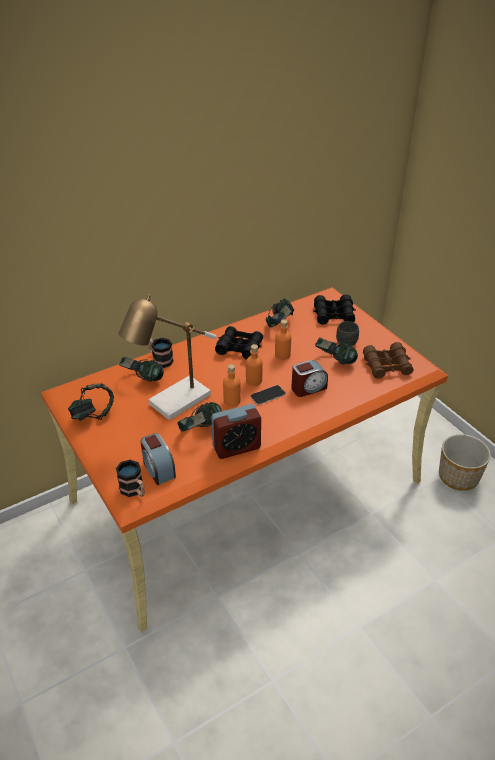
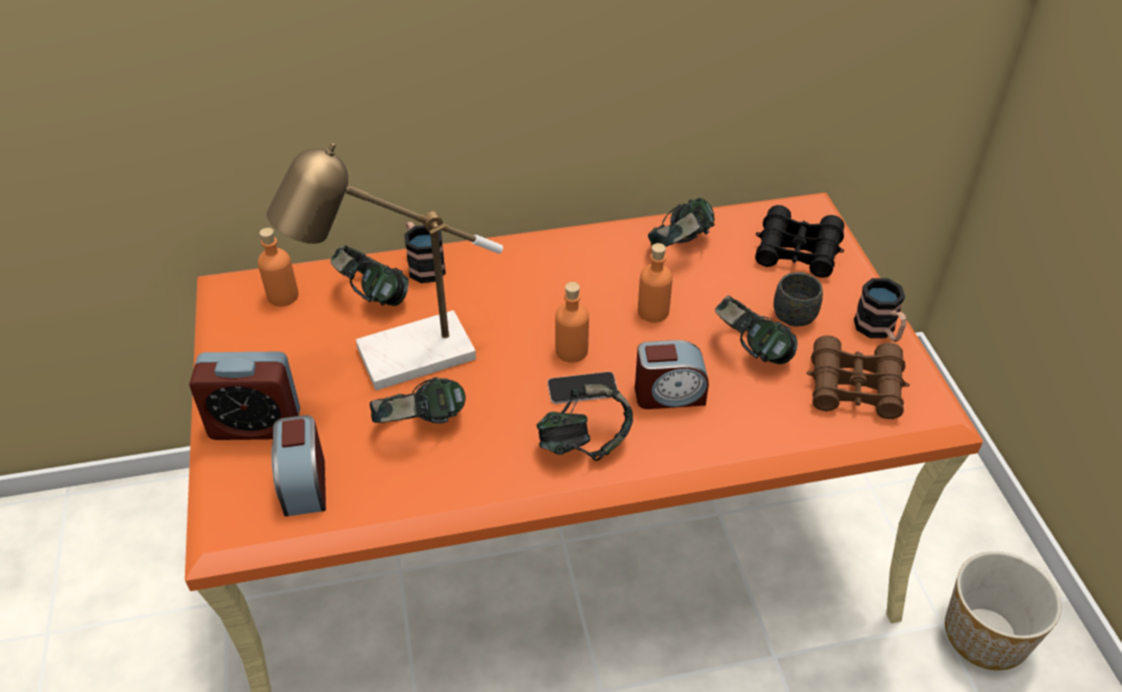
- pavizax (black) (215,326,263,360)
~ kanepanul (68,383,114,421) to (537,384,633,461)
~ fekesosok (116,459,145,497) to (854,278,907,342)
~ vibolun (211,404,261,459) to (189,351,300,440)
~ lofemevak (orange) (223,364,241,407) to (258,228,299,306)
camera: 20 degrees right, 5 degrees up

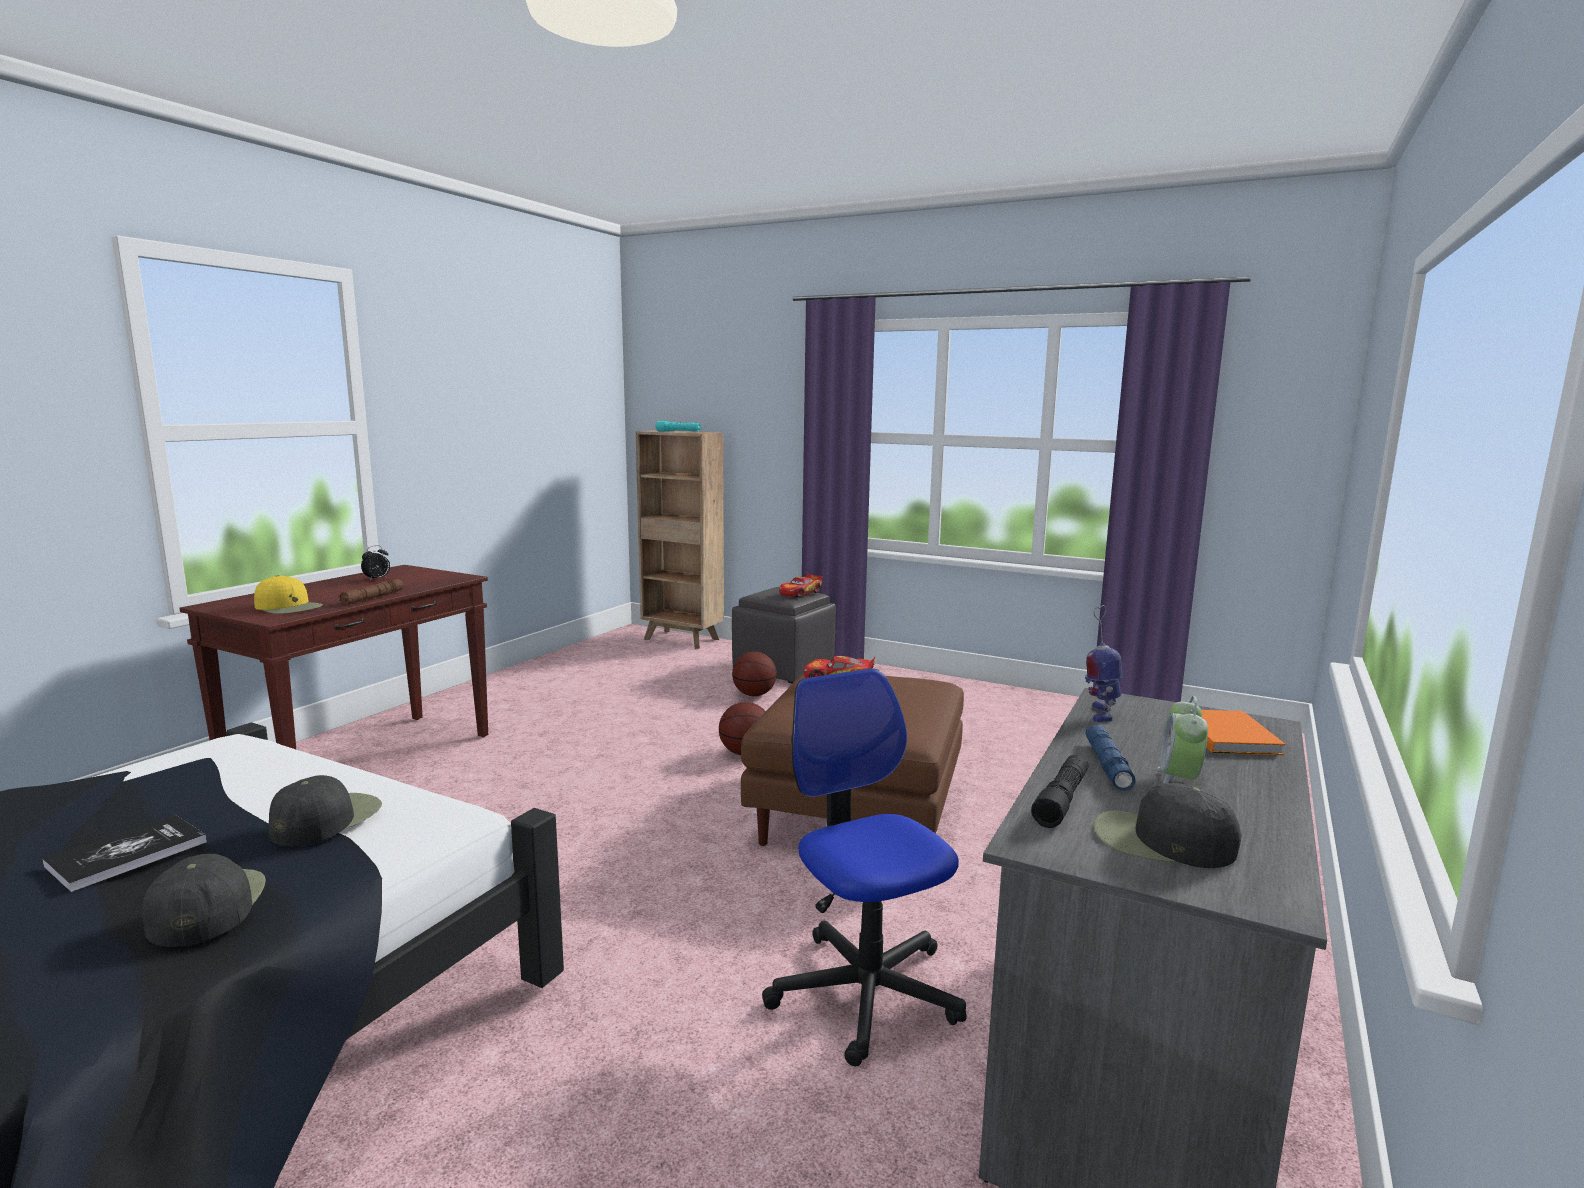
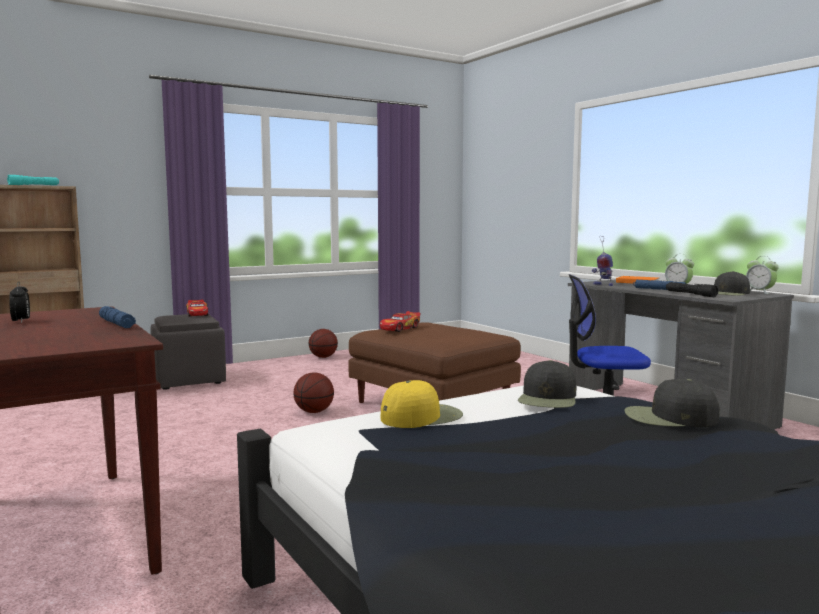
- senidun (43,815,207,892)
+ vibolun (746,256,779,294)
~ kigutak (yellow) (254,575,323,614) to (381,380,463,428)
~ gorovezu (732,652,777,696) to (309,329,338,358)
~ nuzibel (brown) (338,579,403,605) to nuzibel (blue) (99,306,136,328)
~ kigutak (black) (269,775,382,846) = (518,360,576,408) 120 degrees counterclockwise
camera: 60 degrees left, 5 degrees down

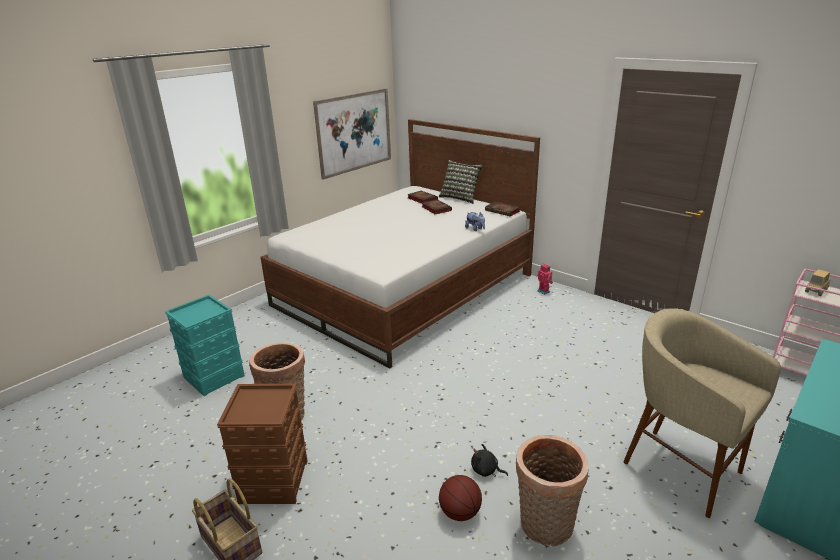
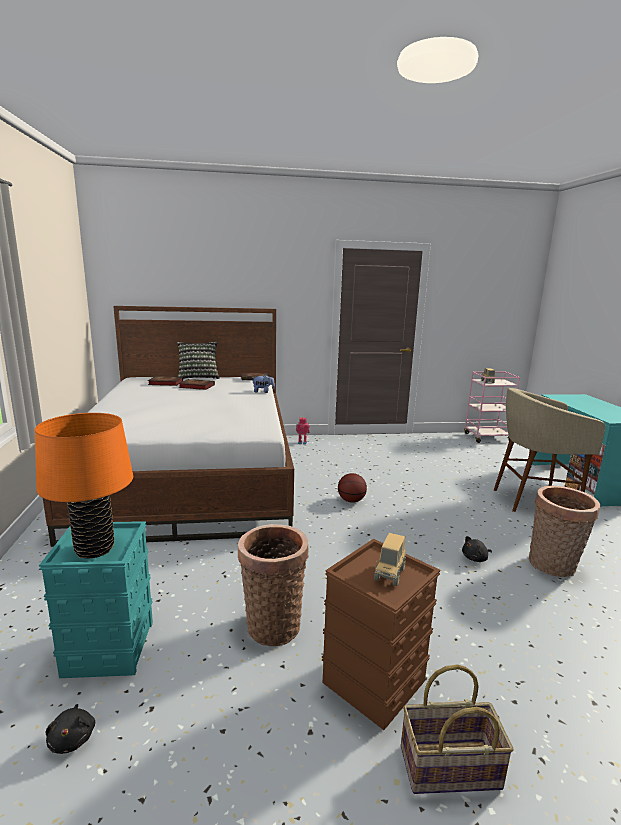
- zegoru (313,88,391,180)
+ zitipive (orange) (35,413,133,559)
+ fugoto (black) (45,704,95,754)
+ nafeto (374,533,406,586)
~ gorovezu (439,475,482,521) to (338,473,367,503)
camera: 50 degrees left, 10 degrees down

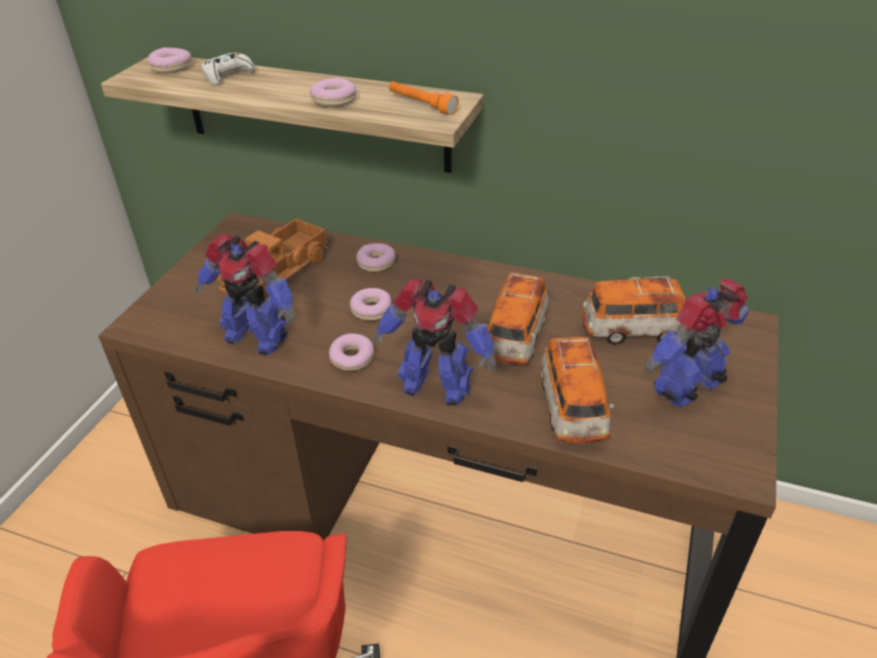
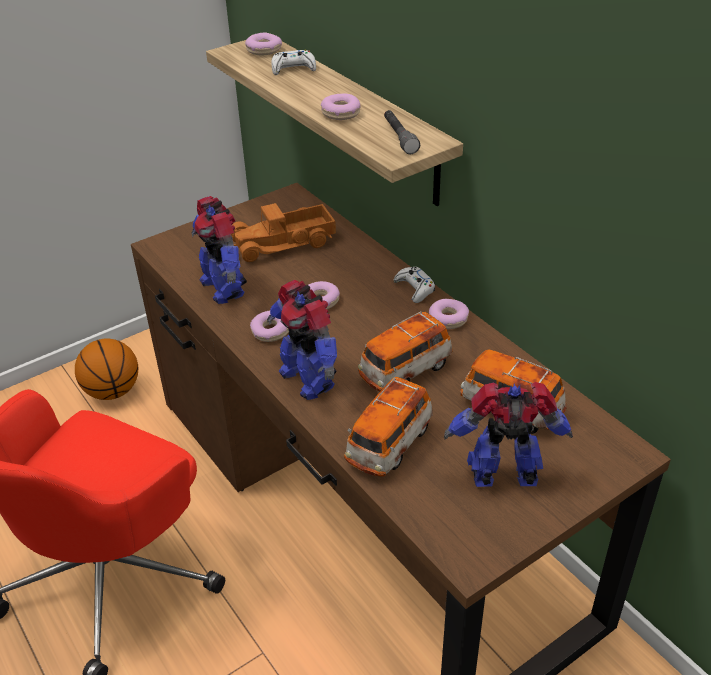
+ gorovezu (75,339,138,400)
+ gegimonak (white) (394,267,435,303)
~ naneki (356,243,396,272) to (429,299,469,329)
~ nuzibel (orange) (389,81,459,115) to nuzibel (grey) (384,110,420,154)
camera: 35 degrees right, 0 degrees up

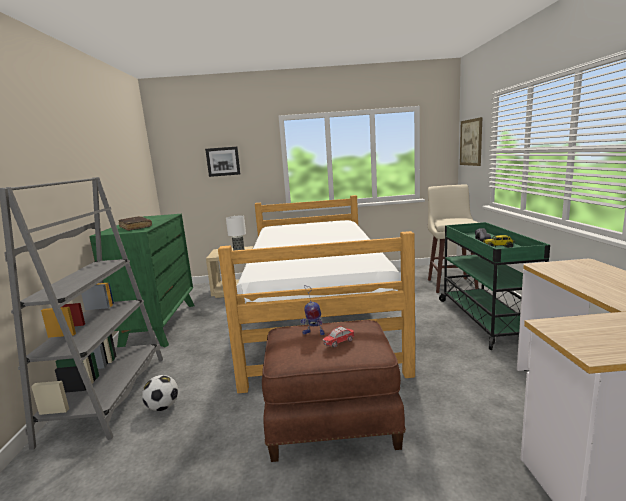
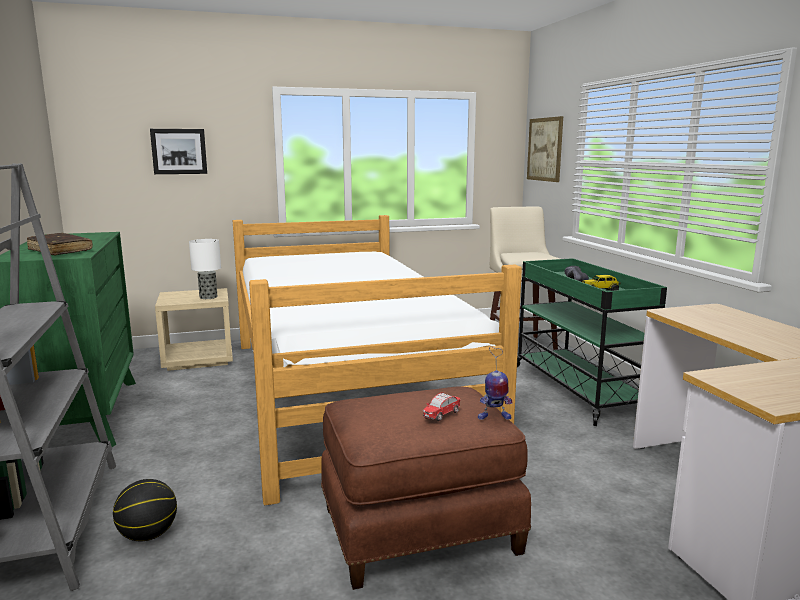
~ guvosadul (300,285,325,335) to (478,346,512,420)
~ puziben (142,375,178,411) to gorovezu (113,479,177,541)
camera: 15 degrees left, 0 degrees up

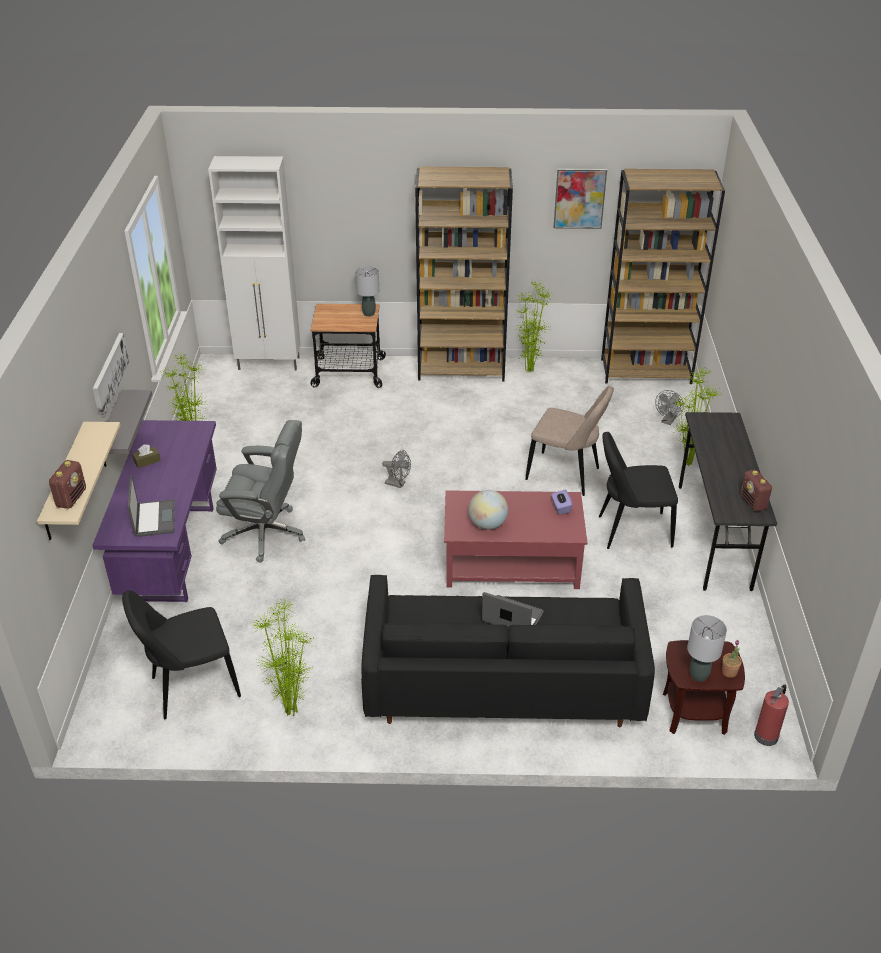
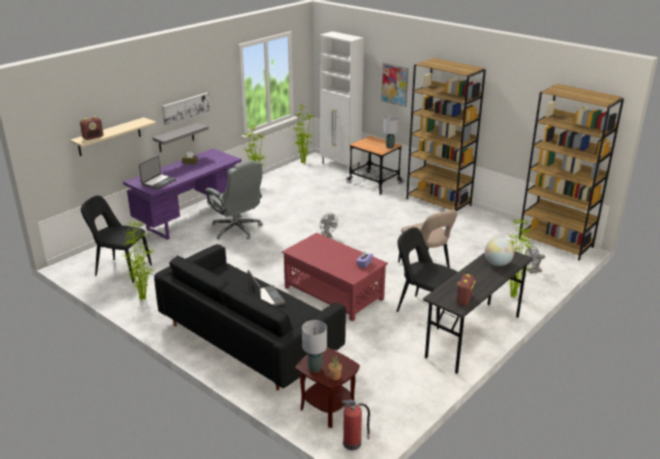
~ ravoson (468,490,508,530) to (485,237,514,266)
~ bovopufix (516,279,553,372) to (294,105,315,164)
~ zegoru (554,169,607,229) to (381,63,408,107)
camera: 40 degrees right, 10 degrees down

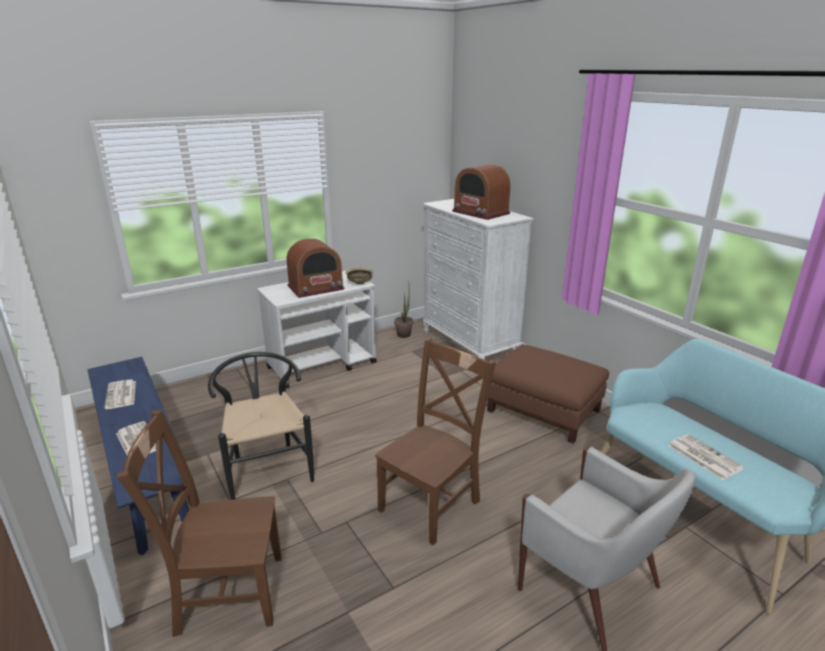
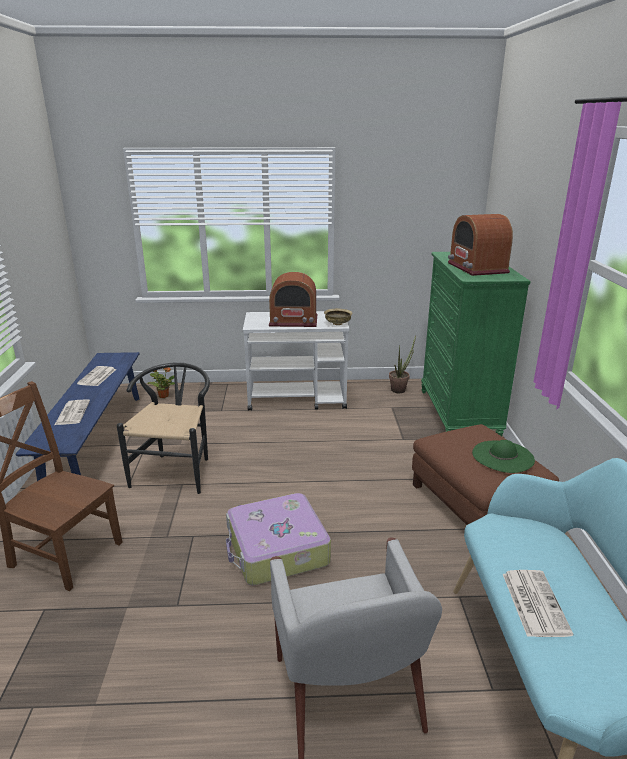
+ bovopufix (147,367,175,398)
+ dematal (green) (472,440,535,473)
~ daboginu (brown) (375,338,496,545) to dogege (226,493,331,585)
~ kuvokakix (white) (423,199,534,360) to kuvokakix (green) (421,252,531,436)
camera: 30 degrees right, 0 degrees up

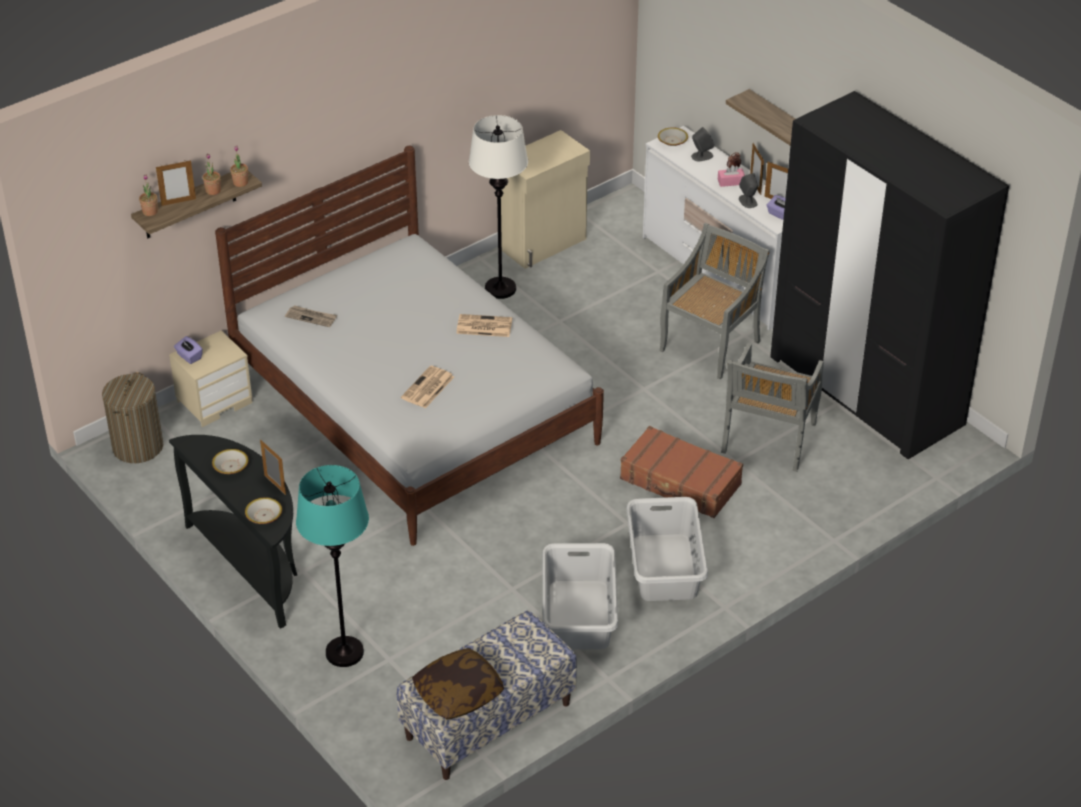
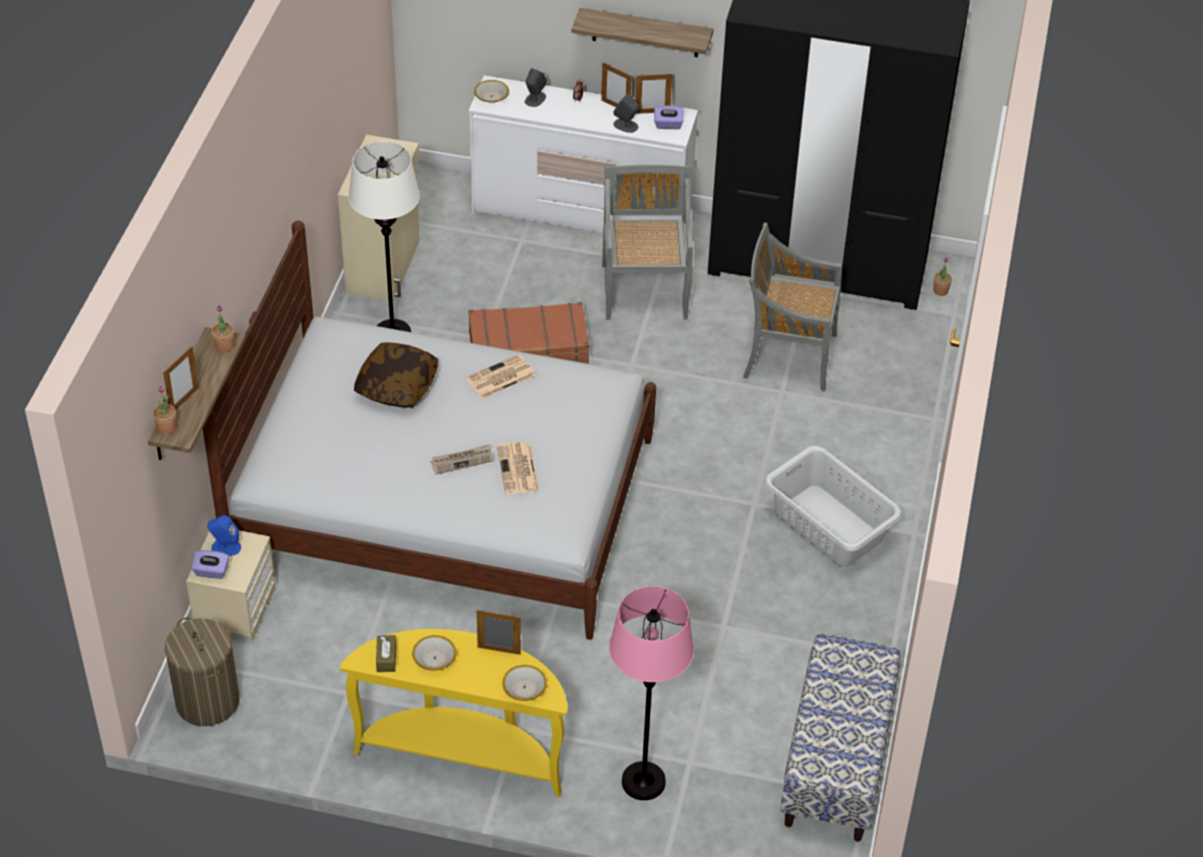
- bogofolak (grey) (542,543,618,650)
- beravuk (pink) (718,165,745,187)
+ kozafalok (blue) (207,515,241,556)
+ beravuk (brown) (376,635,396,672)
~ bovopufix (203,153,221,195) to (933,258,952,296)
~ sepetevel (285,305,337,327) to (431,444,493,475)
~ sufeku (412,648,504,720) to (354,342,438,408)
~ dogege (brown) (620,426,743,518) to (468,302,589,364)
~ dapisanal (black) (169,435,297,629) to dapisanal (yellow) (340,629,567,797)
~ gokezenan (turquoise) (296,465,369,667) to gokezenan (pink) (609,586,694,800)
~ daboginu (grey) (721,343,824,472) = (743,223,842,391) 120 degrees clockwise
camera: 40 degrees left, 5 degrees up

